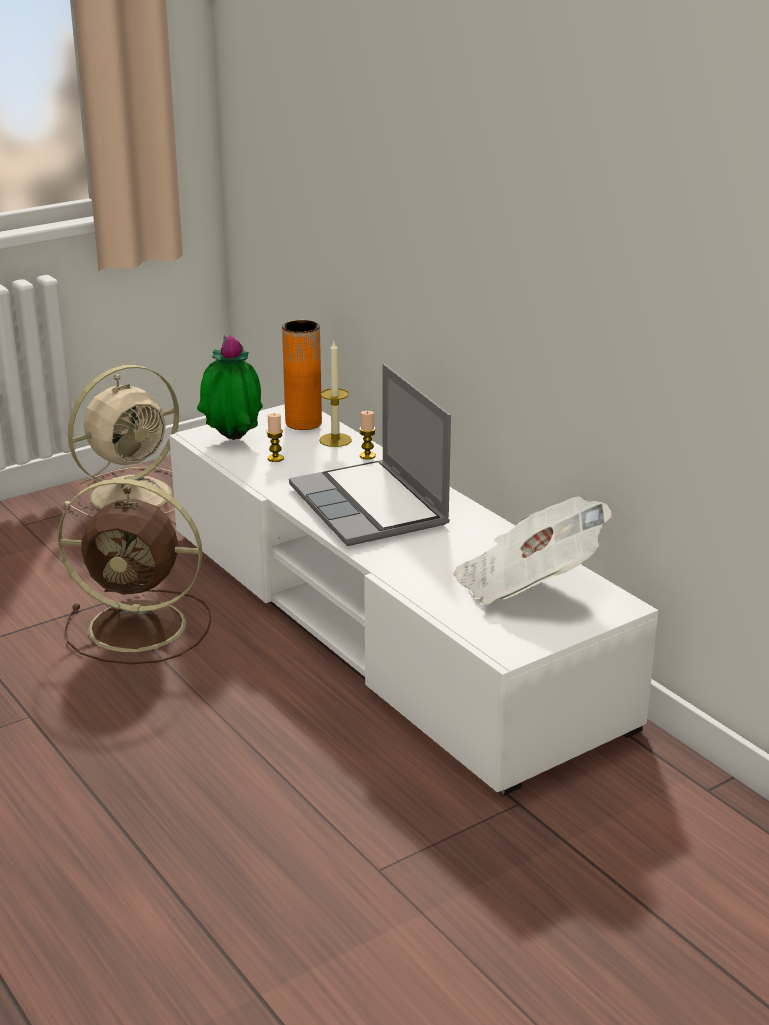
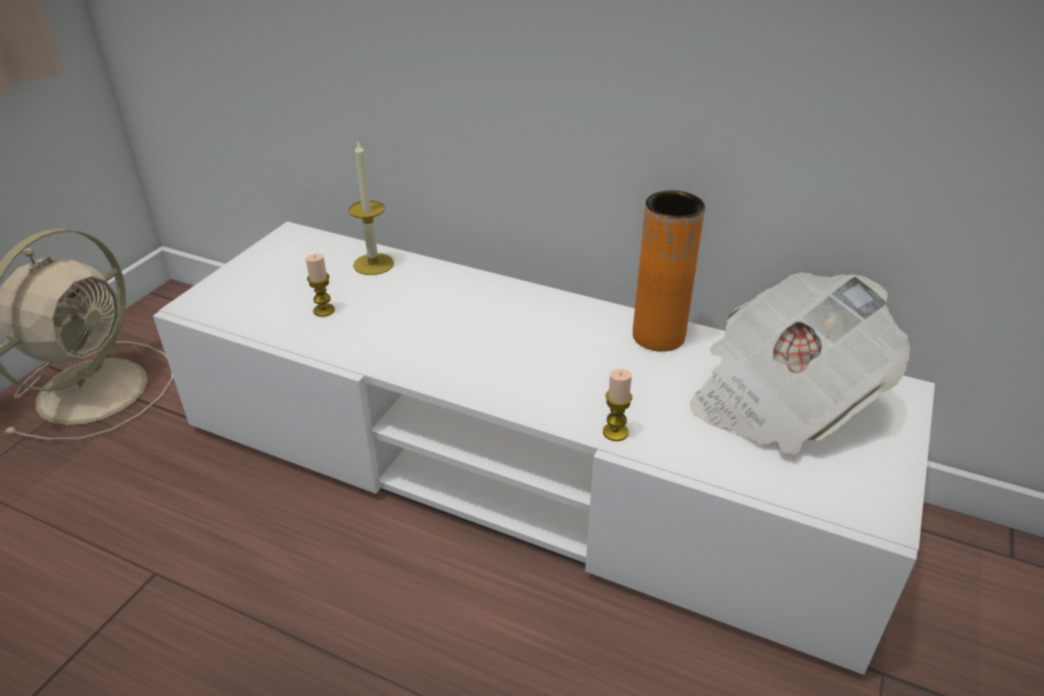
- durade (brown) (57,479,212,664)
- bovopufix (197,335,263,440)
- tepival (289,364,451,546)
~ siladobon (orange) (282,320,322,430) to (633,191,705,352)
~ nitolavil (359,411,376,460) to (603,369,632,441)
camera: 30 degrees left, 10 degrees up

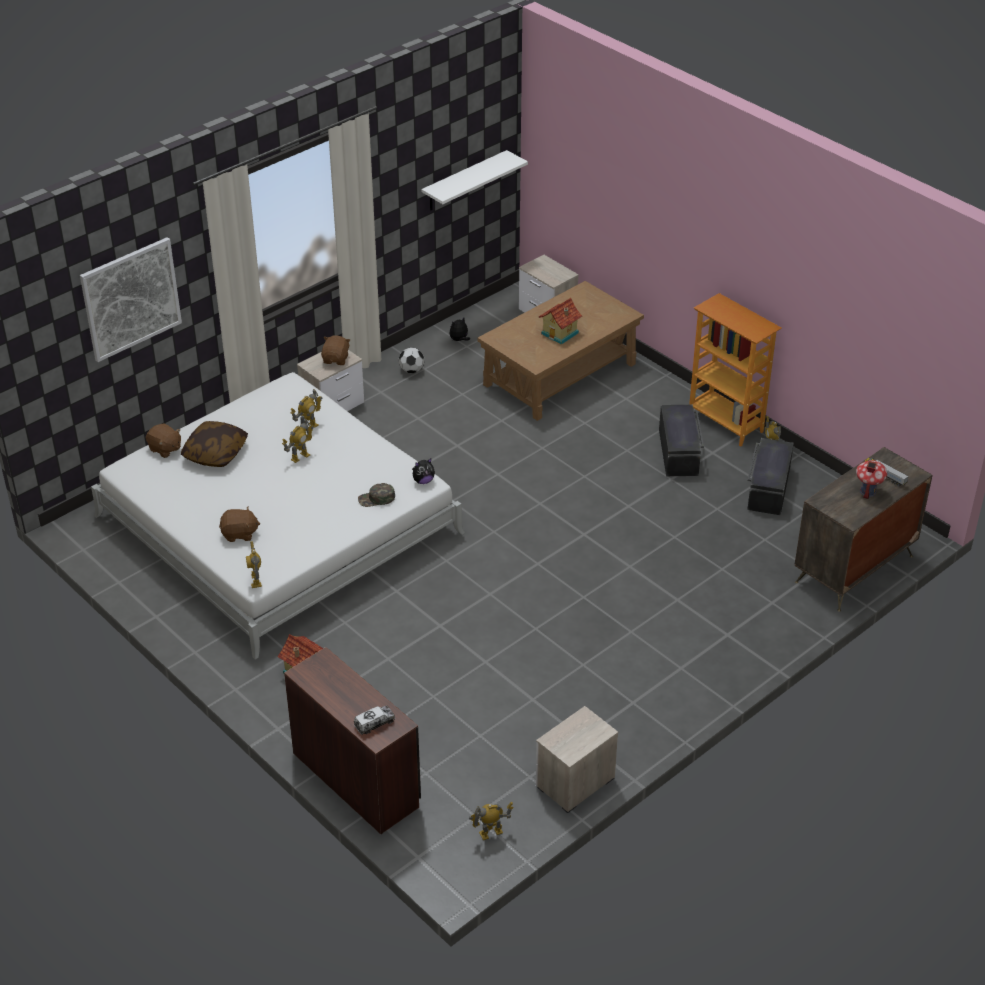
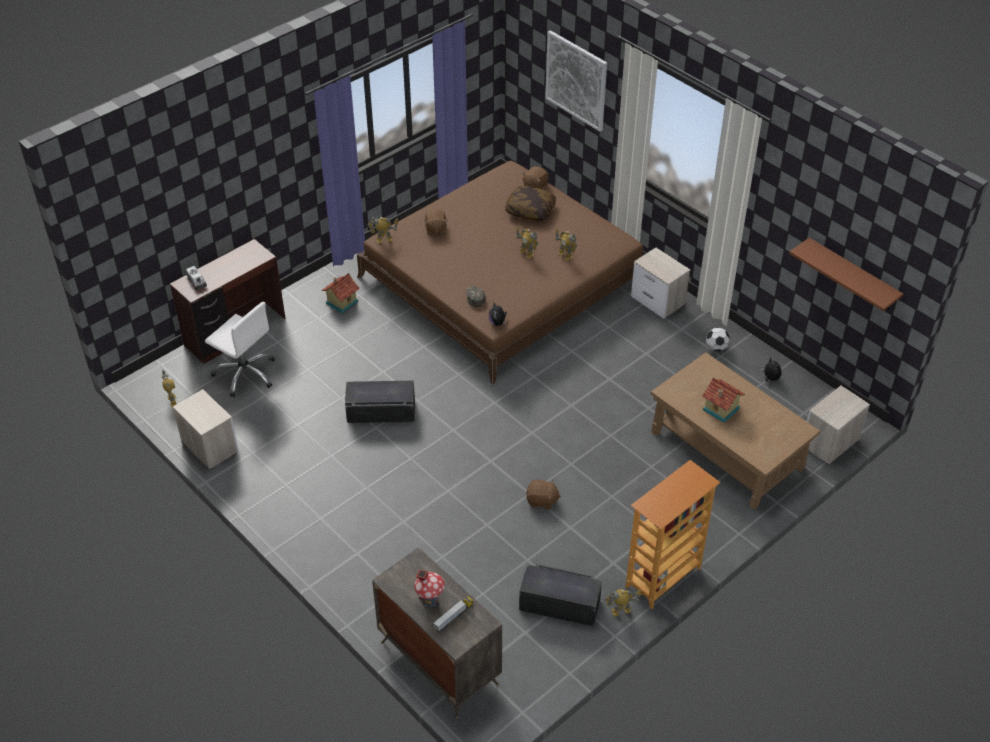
+ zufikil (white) (205,302,275,397)
~ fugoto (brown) (321,335,350,365) to (526,480,561,509)
~ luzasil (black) (659,405,704,476) to (345,381,415,423)
~ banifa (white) (91,372,465,660) to banifa (brown) (357,161,643,385)
~ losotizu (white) (422,150,528,210) to losotizu (brown) (789,238,903,311)
camera: 90 degrees right, 5 degrees up

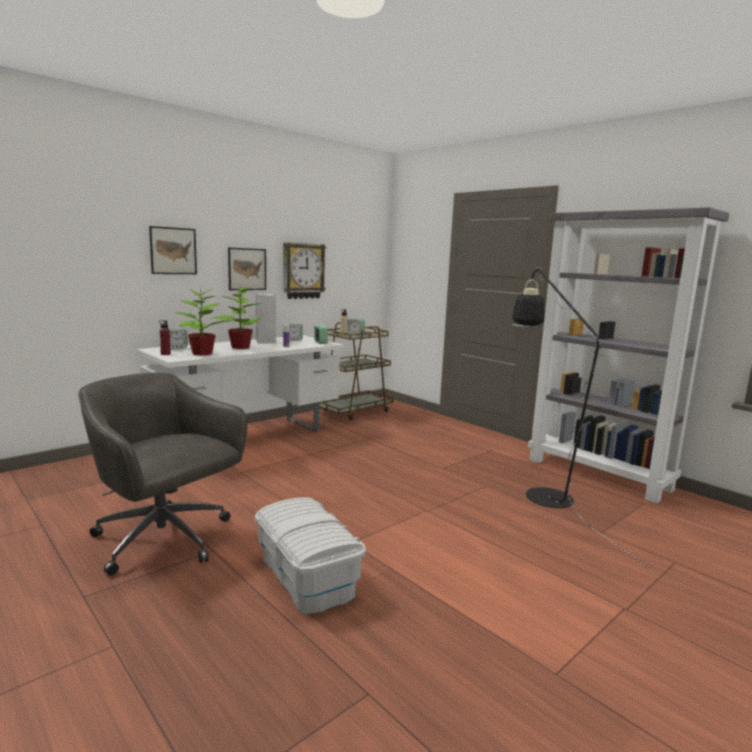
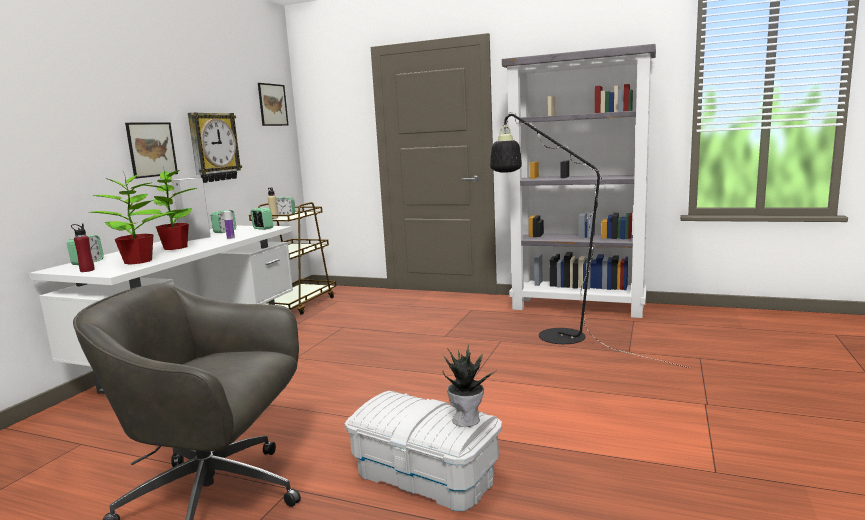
+ bovopufix (442,344,498,427)
~ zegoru (149,226,197,274) to (258,83,288,126)
camera: 25 degrees left, 0 degrees up

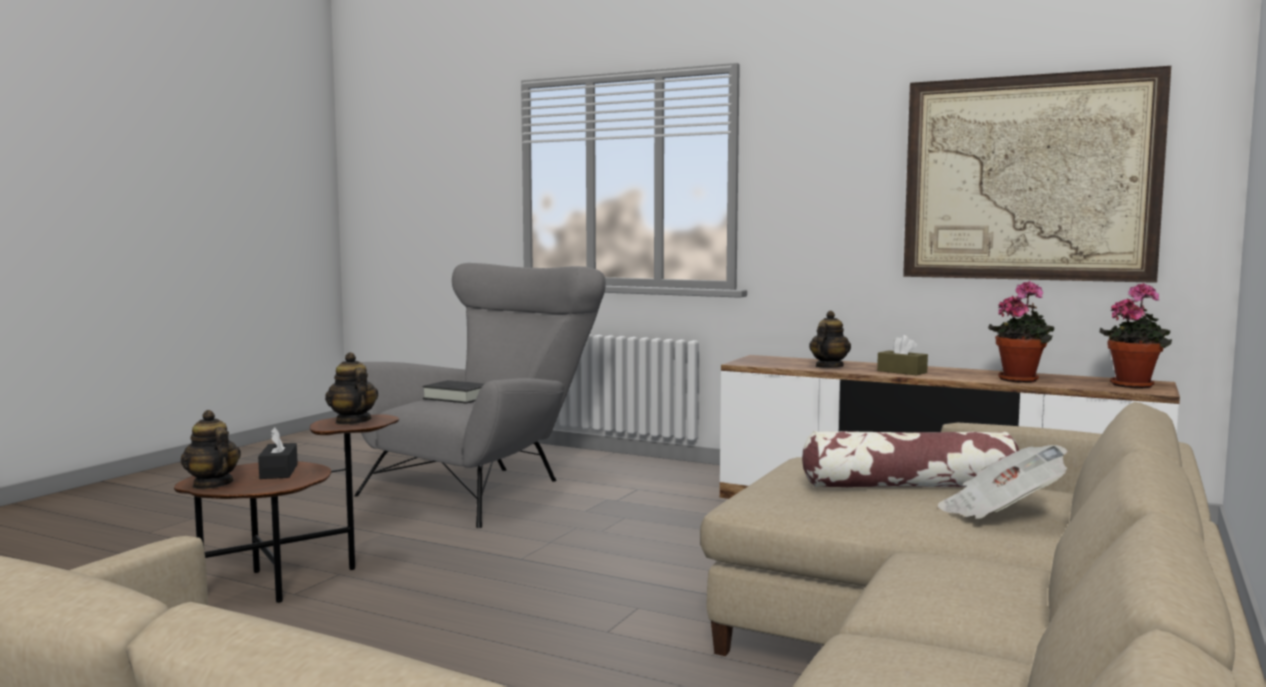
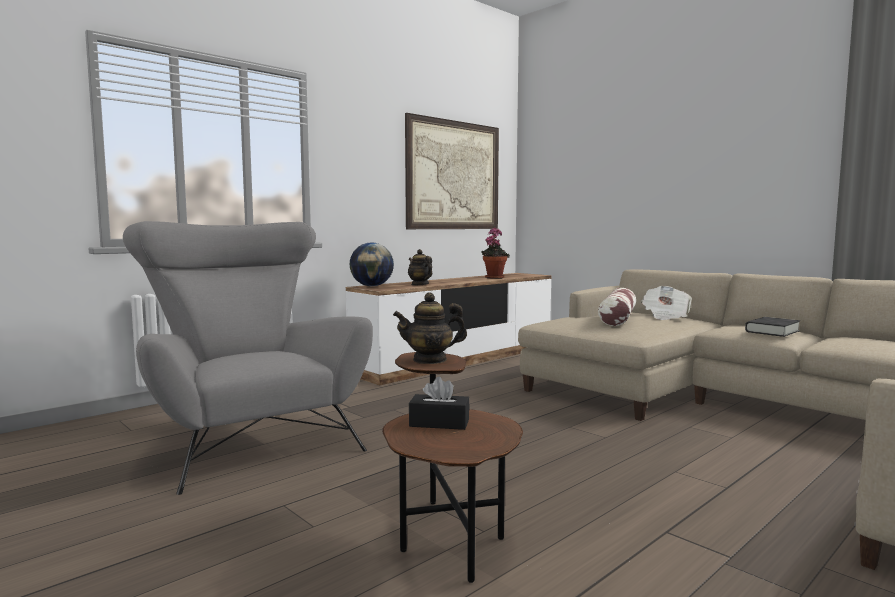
- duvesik (181,410,241,489)
- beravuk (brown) (877,335,928,375)
- bovopufix (1100,283,1172,388)
+ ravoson (349,242,394,286)
~ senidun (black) (422,380,484,404) to (745,317,800,337)
camera: 70 degrees left, 0 degrees up

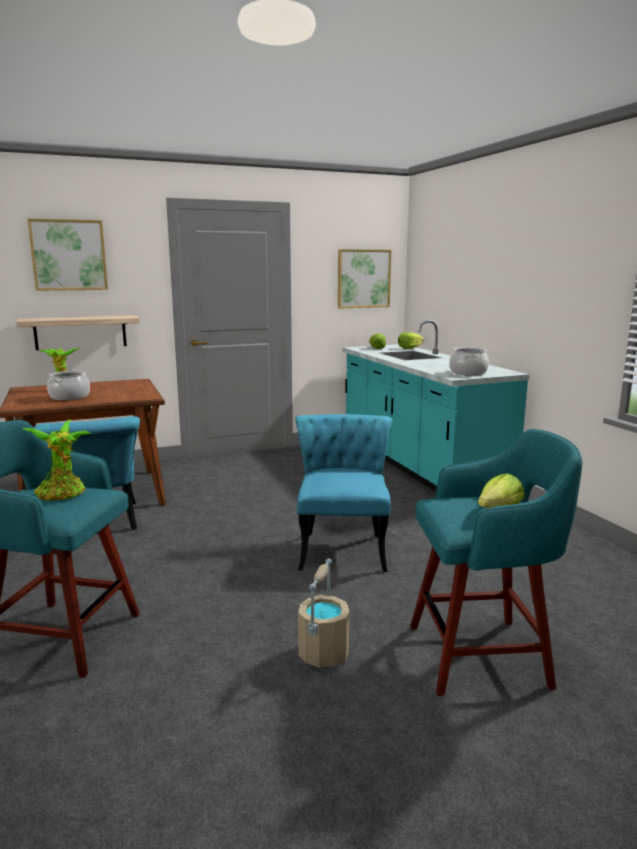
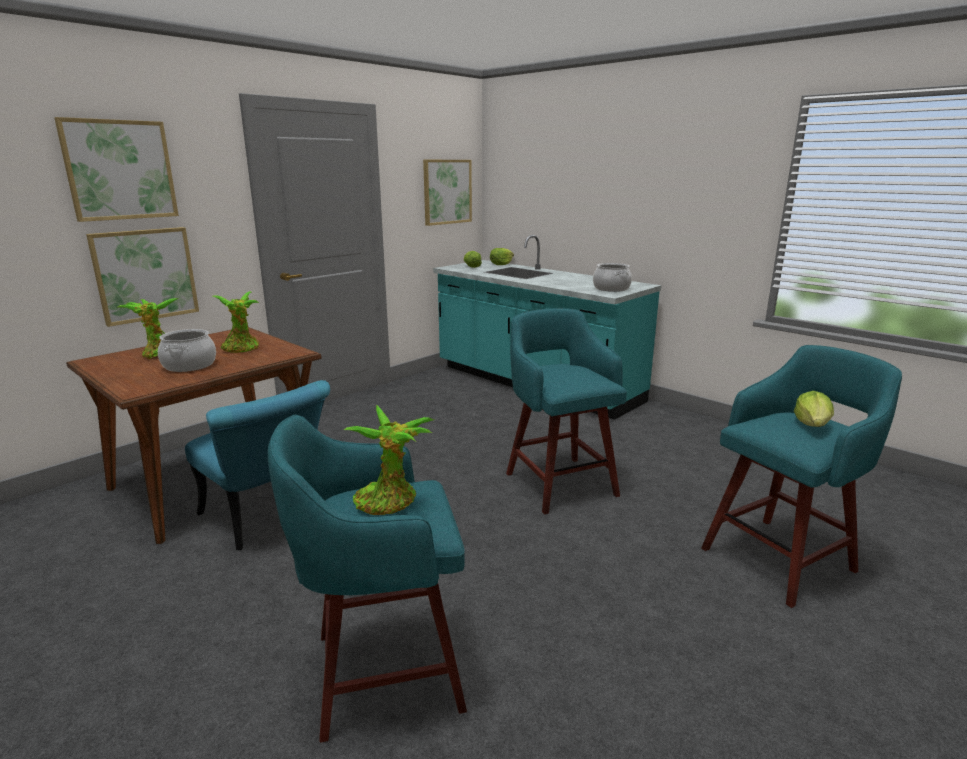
- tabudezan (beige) (298,558,349,668)
+ bovopufix (213,291,259,352)
~ losotizu (16,315,140,350) to zegoru (86,227,199,327)
~ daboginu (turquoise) (295,414,392,572) to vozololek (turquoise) (506,308,627,514)
camera: 25 degrees left, 5 degrees up

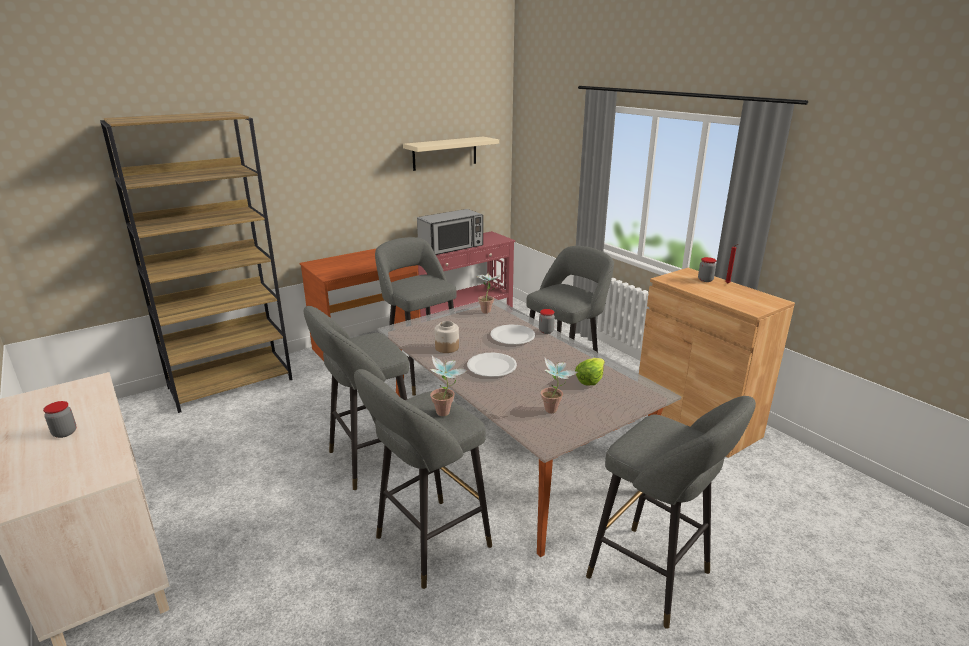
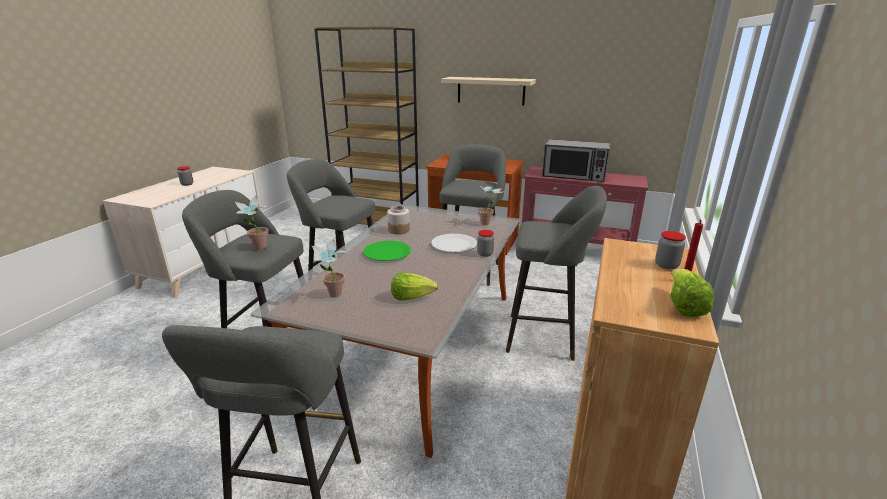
+ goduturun (670,269,714,317)
~ losotizu (beige) (403,137,499,171) to (441,77,536,105)
~ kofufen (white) (467,353,517,377) to kofufen (green) (363,241,411,261)
camera: 55 degrees right, 0 degrees up

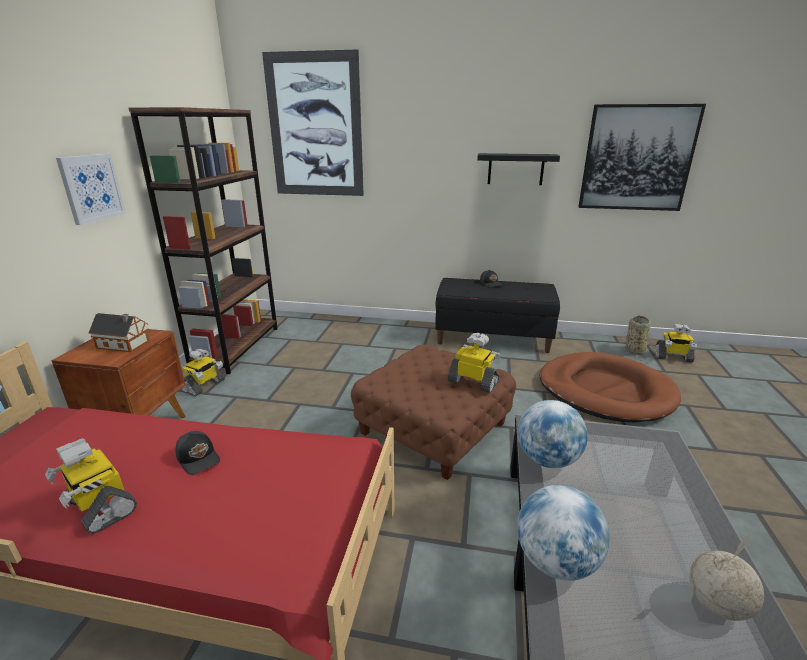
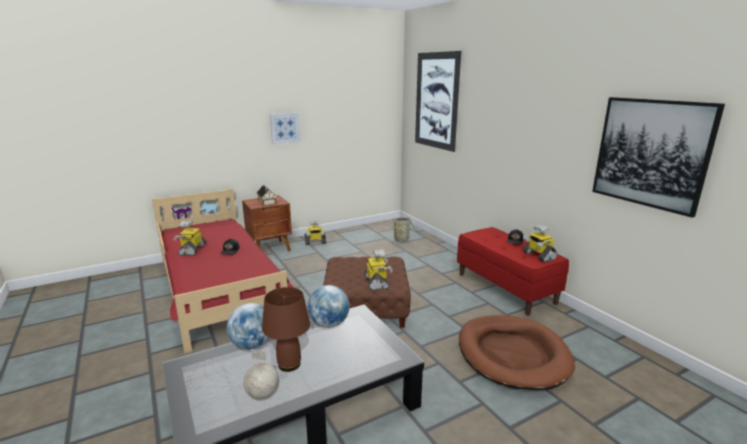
- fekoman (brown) (128,107,278,374)
- losotizu (black) (477,153,560,185)
+ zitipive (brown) (262,287,310,372)
~ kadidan (622,315,658,361) to (388,217,421,242)
~ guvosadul (655,324,697,363) to (523,225,557,262)
~ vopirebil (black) (435,278,560,353) to vopirebil (red) (457,227,569,316)
camera: 50 degrees right, 5 degrees down

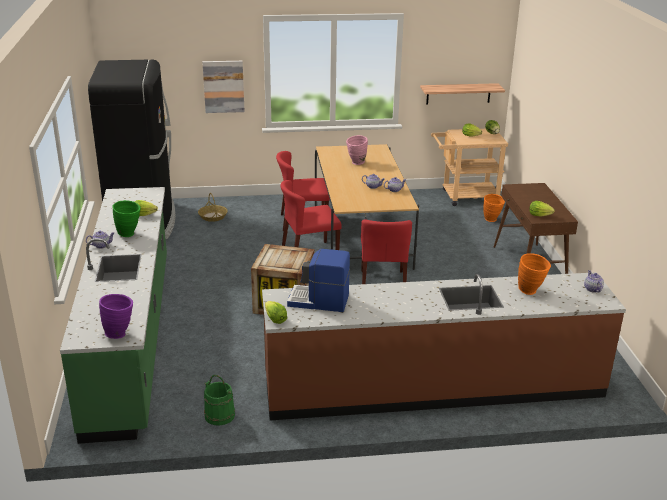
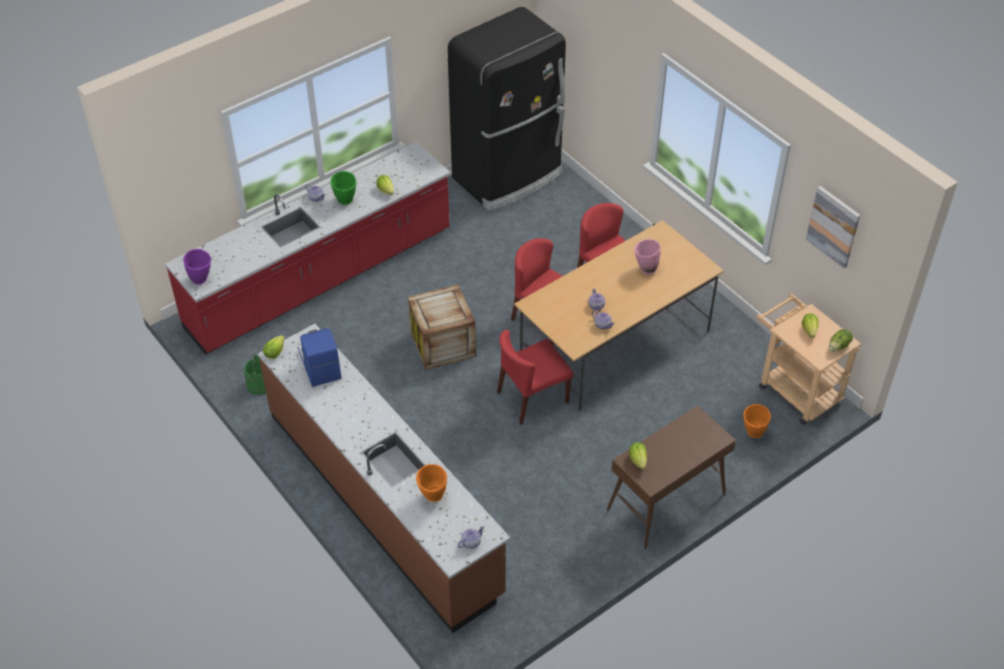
- kadidan (198,193,228,222)
- losotizu (420,83,505,104)
~ zegoru (202,61,245,113) to (806,186,860,268)
~ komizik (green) (60,187,167,444) to komizik (red) (165,142,451,355)
camera: 60 degrees right, 20 degrees up

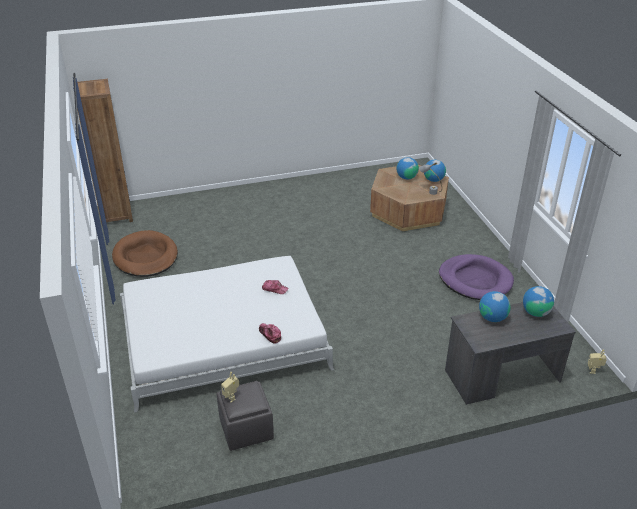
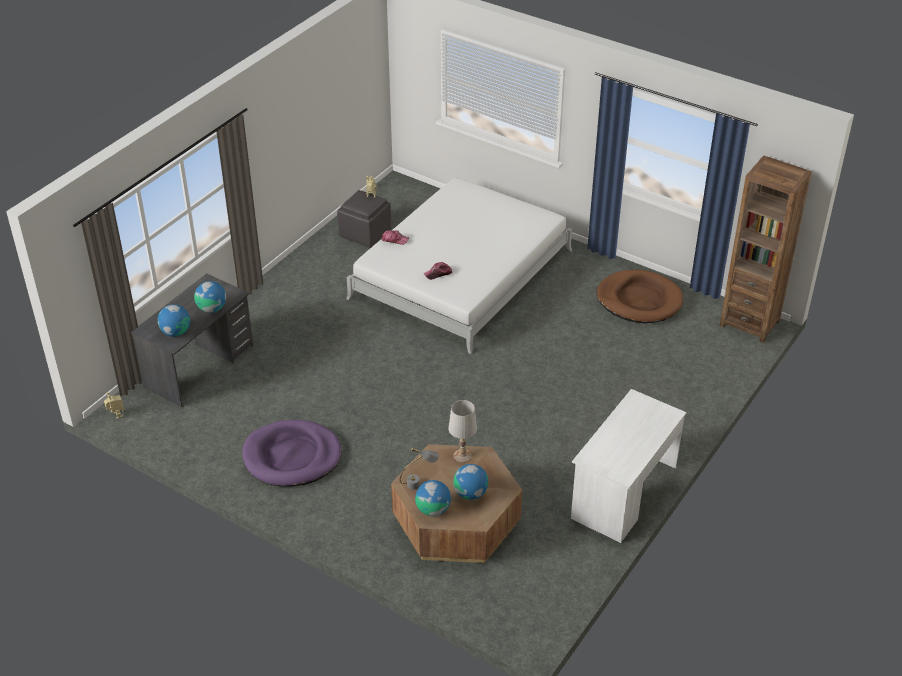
+ zitipive (white) (449,400,477,463)
+ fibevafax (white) (571,389,687,543)
camera: 140 degrees right, 5 degrees up

